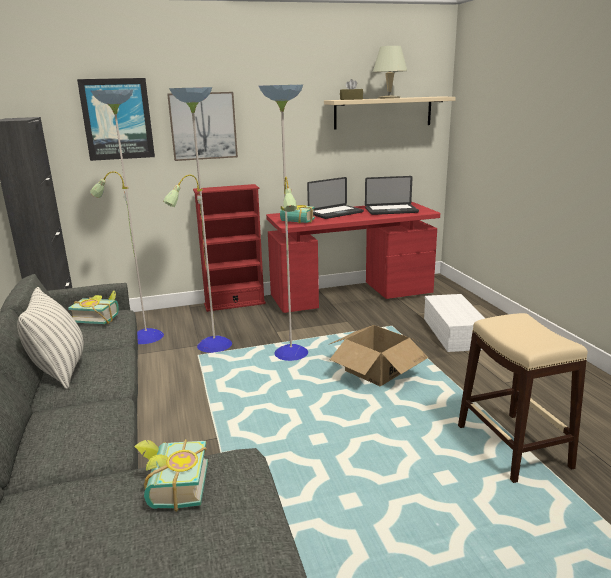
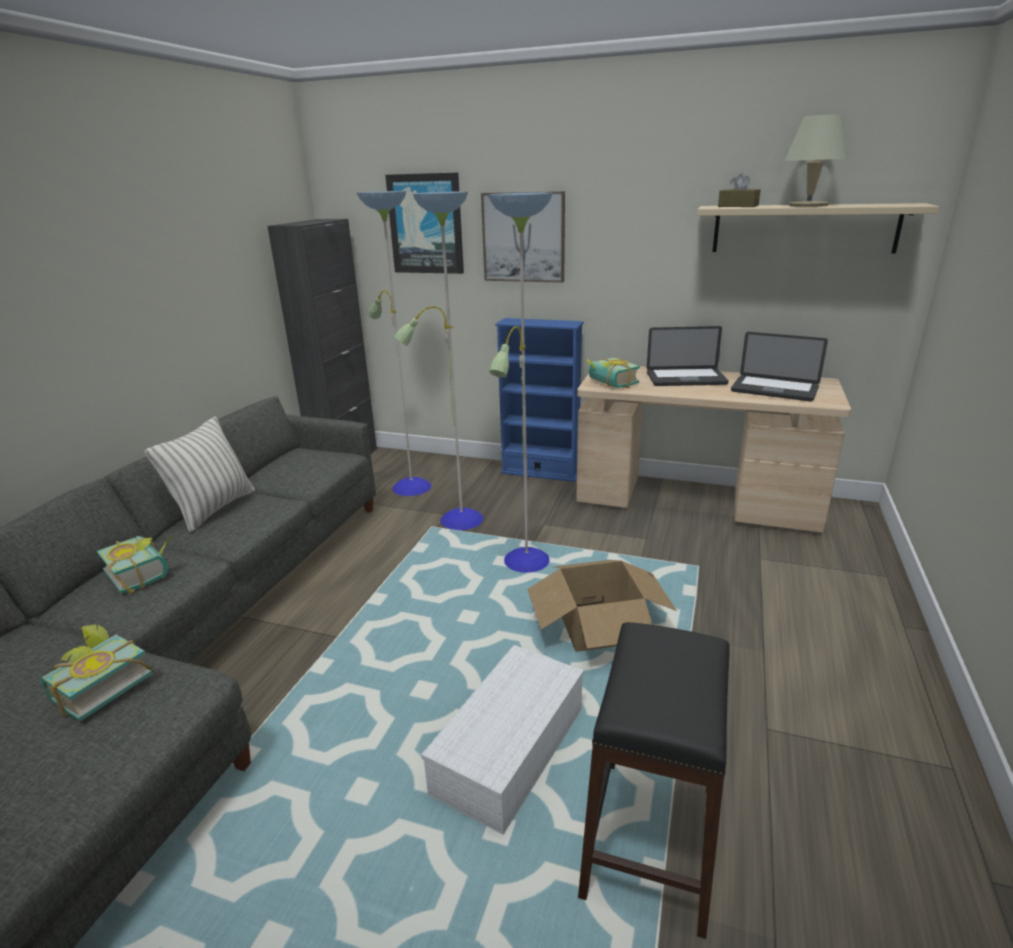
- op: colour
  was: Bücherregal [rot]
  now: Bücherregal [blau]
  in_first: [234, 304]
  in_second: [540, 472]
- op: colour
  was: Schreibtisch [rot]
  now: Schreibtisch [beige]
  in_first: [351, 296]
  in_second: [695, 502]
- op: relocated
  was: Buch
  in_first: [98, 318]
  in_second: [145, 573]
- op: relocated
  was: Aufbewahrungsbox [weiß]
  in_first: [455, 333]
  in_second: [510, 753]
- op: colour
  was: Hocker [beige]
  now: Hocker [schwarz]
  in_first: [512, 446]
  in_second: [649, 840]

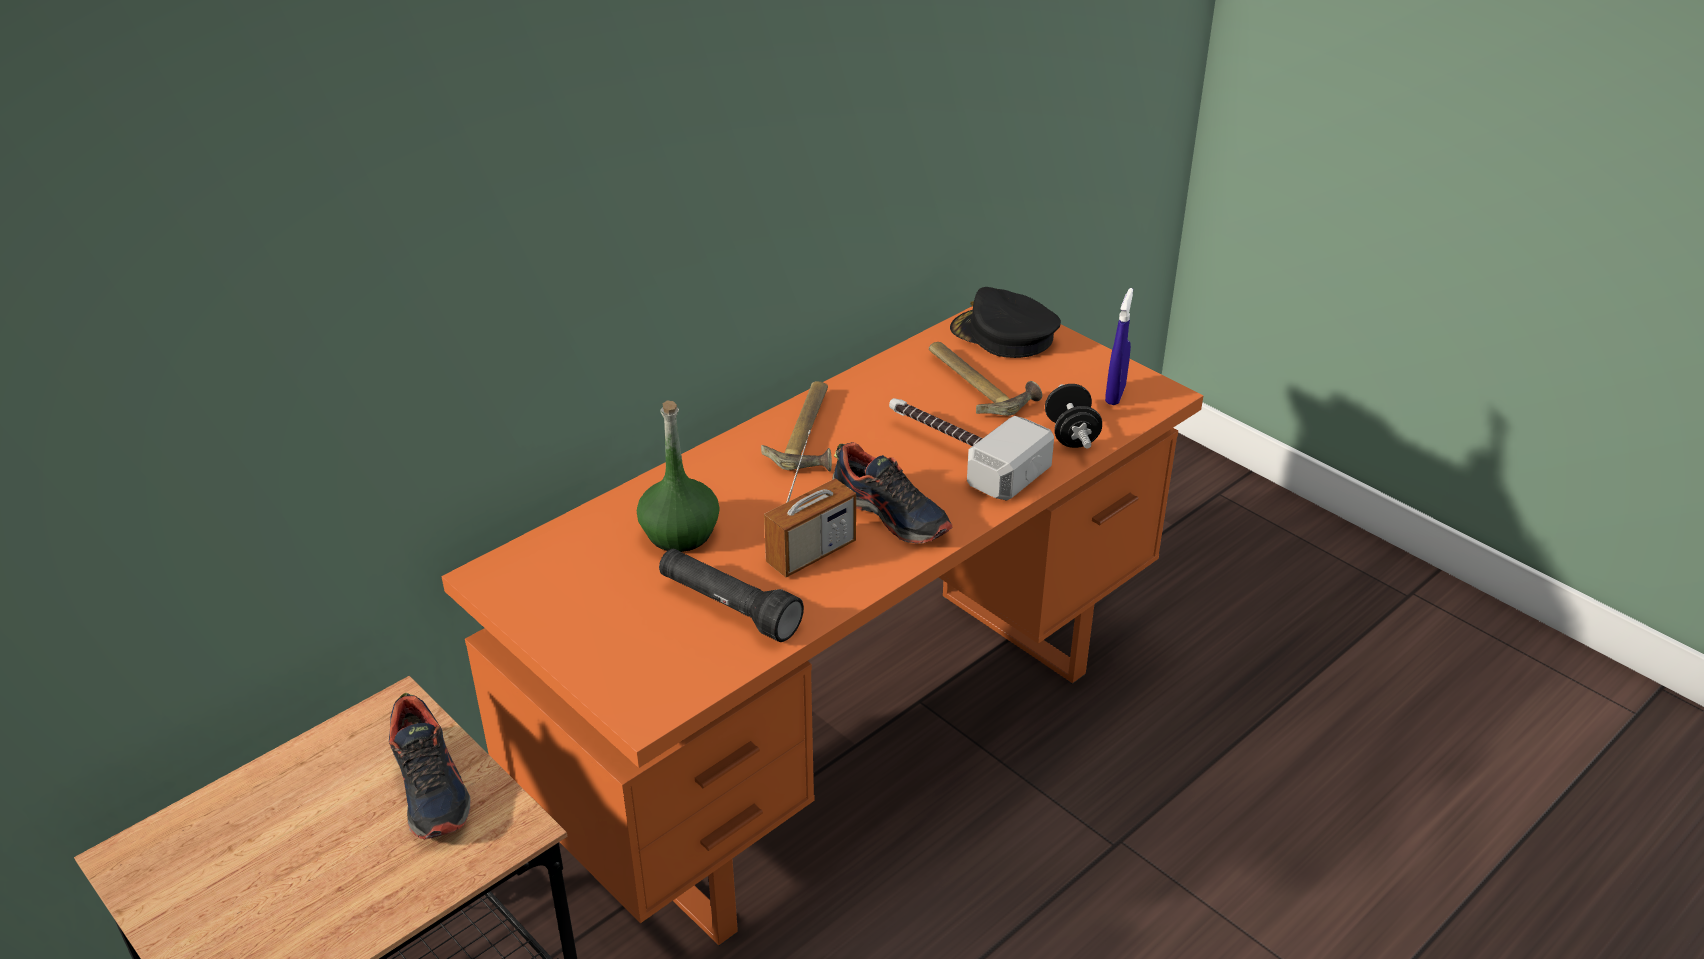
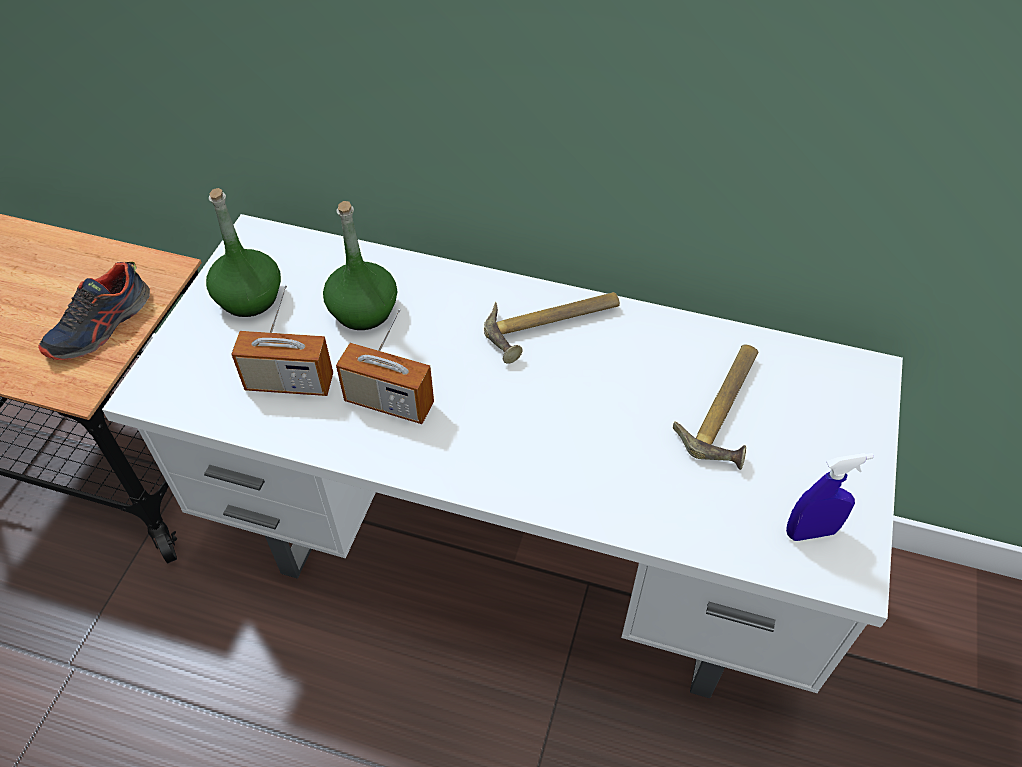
- op: missing
  was: Kappe [schwarz]
  in_first: [1003, 335]
- op: colour
  was: Schreibtisch [orange]
  now: Schreibtisch [weiß]
  in_first: [851, 742]
  in_second: [513, 557]
- op: missing
  was: Hantel [schwarz]
  in_first: [1071, 435]
- op: missing
  was: Hammer
  in_first: [960, 452]
- op: missing
  was: Schuh
  in_first: [891, 513]
- op: exchanged
  was: Taschenlampe [schwarz]
  now: Radio
  in_first: [728, 607]
  in_second: [289, 383]
- op: appeared
  now: Flasche [grün]
  in_second: [249, 298]

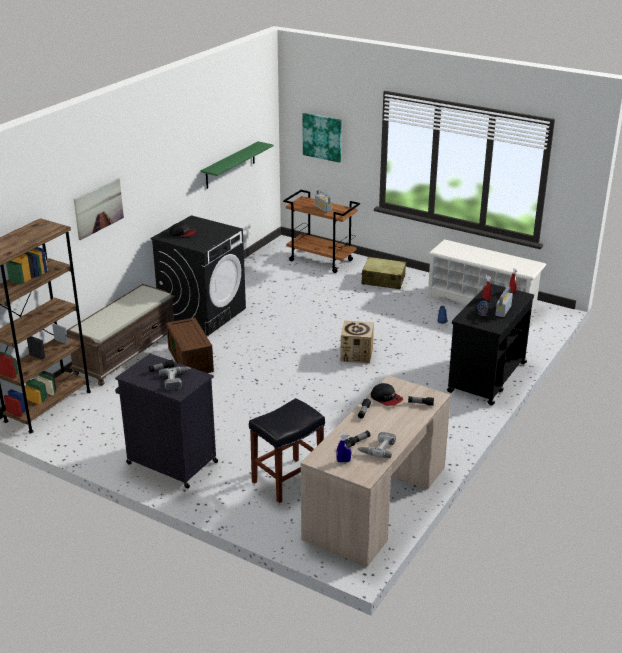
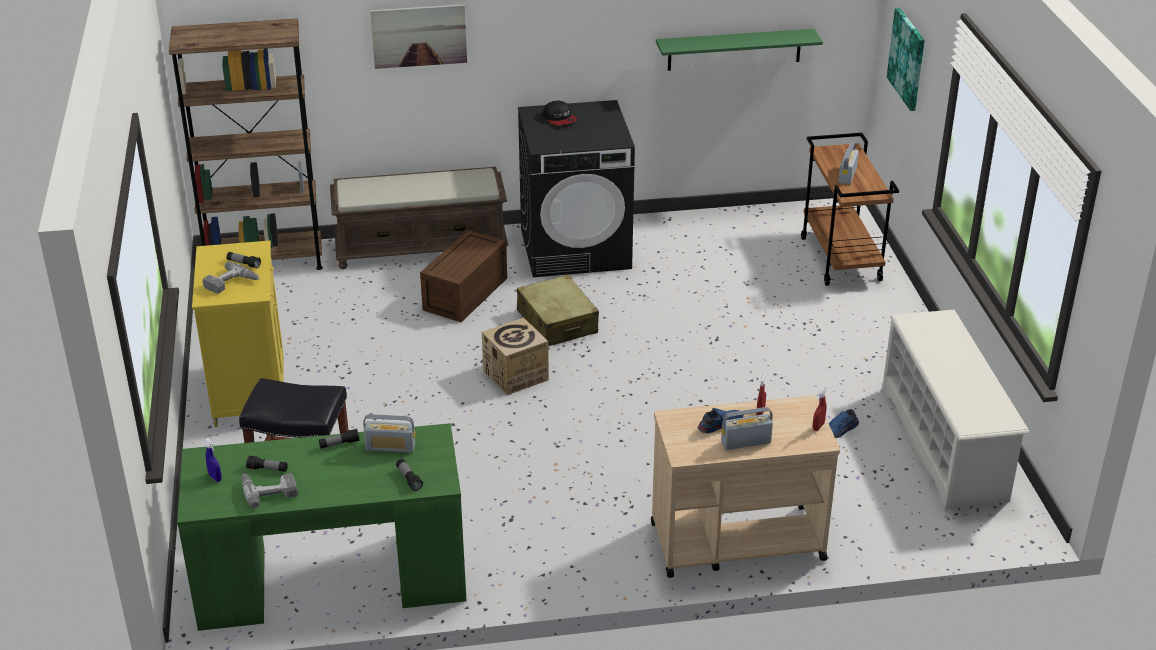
- op: relocated
  was: Koffer [beige]
  in_first: [383, 280]
  in_second: [557, 322]
- op: colour
  was: Rollwagen [schwarz]
  now: Rollwagen [beige]
  in_first: [486, 377]
  in_second: [736, 541]
- op: relocated
  was: Karton
  in_first: [356, 354]
  in_second: [515, 375]
- op: colour
  was: Schrank [schwarz]
  now: Schrank [gelb]
  in_first: [170, 462]
  in_second: [249, 390]
- op: colour
  was: Schreibtisch [beige]
  now: Schreibtisch [grün]
  in_first: [375, 502]
  in_second: [331, 577]
- op: exchanged
  was: Kappe
  now: Radio
  in_first: [386, 398]
  in_second: [390, 447]

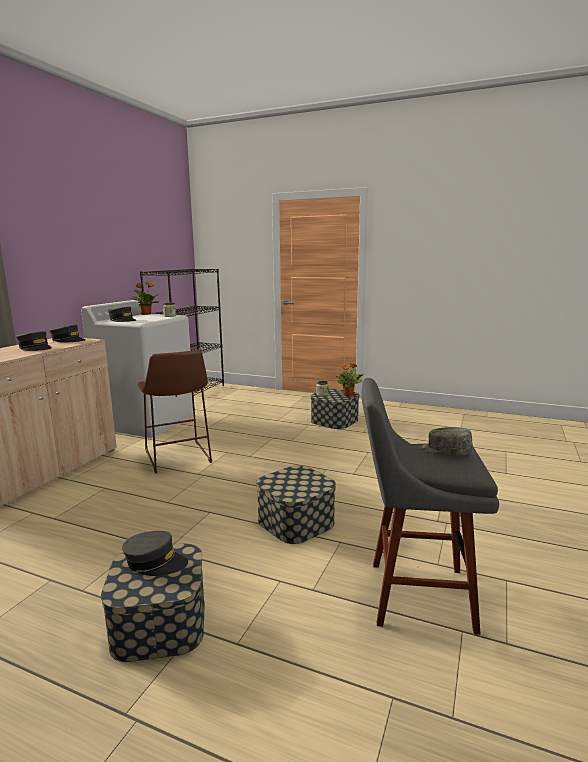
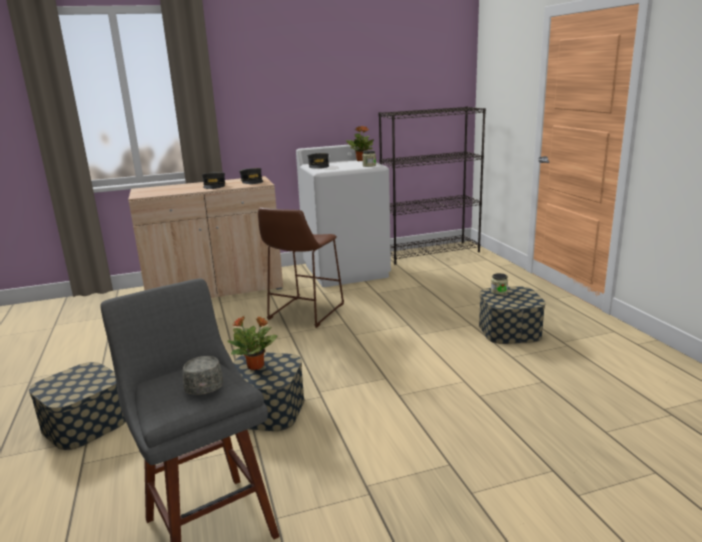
- op: relocated
  was: Topfpflanze
  in_first: [348, 394]
  in_second: [256, 366]
- op: missing
  was: Kappe [grau]
  in_first: [155, 562]

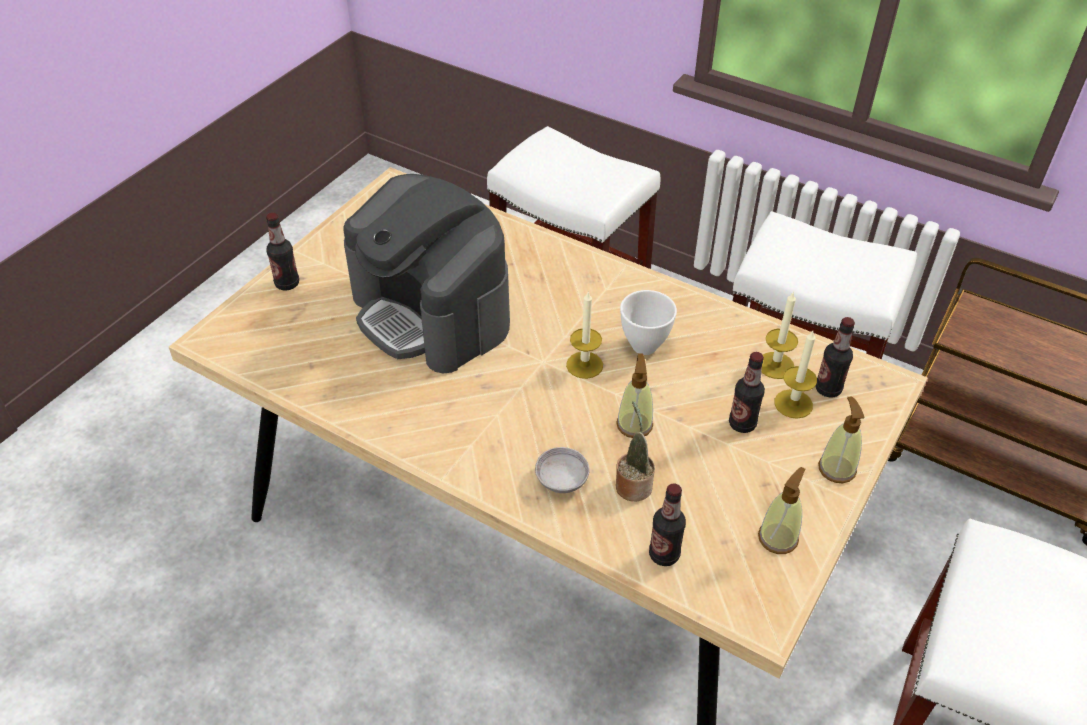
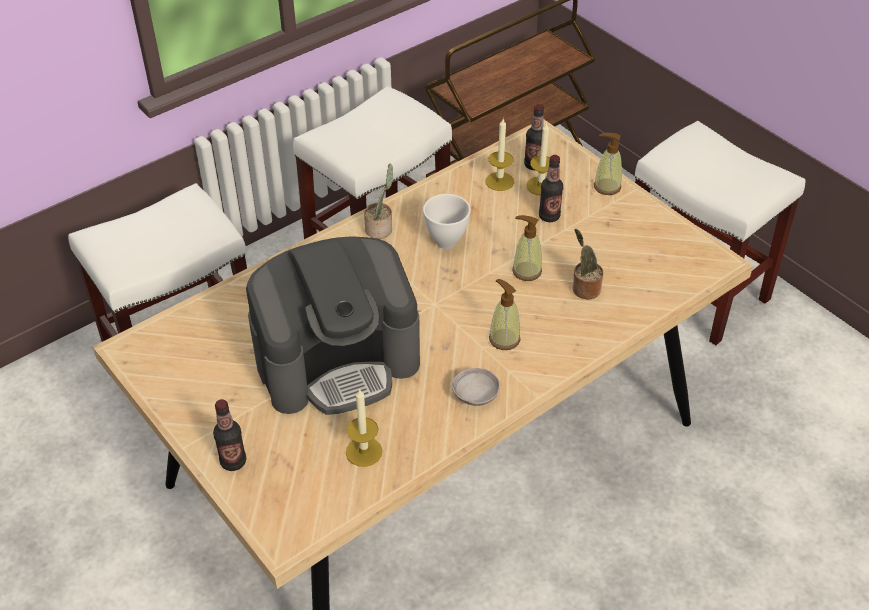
- op: relocated
  was: Kerze
  in_first: [584, 365]
  in_second: [364, 451]
- op: relocated
  was: Schüssel [grau]
  in_first: [561, 480]
  in_second: [475, 396]
- op: relocated
  was: Seifenspender
  in_first: [778, 538]
  in_second: [504, 339]
- op: missing
  was: Flasche
  in_first: [664, 555]
- op: appeared
  now: Topfpflanze
  in_second: [380, 229]

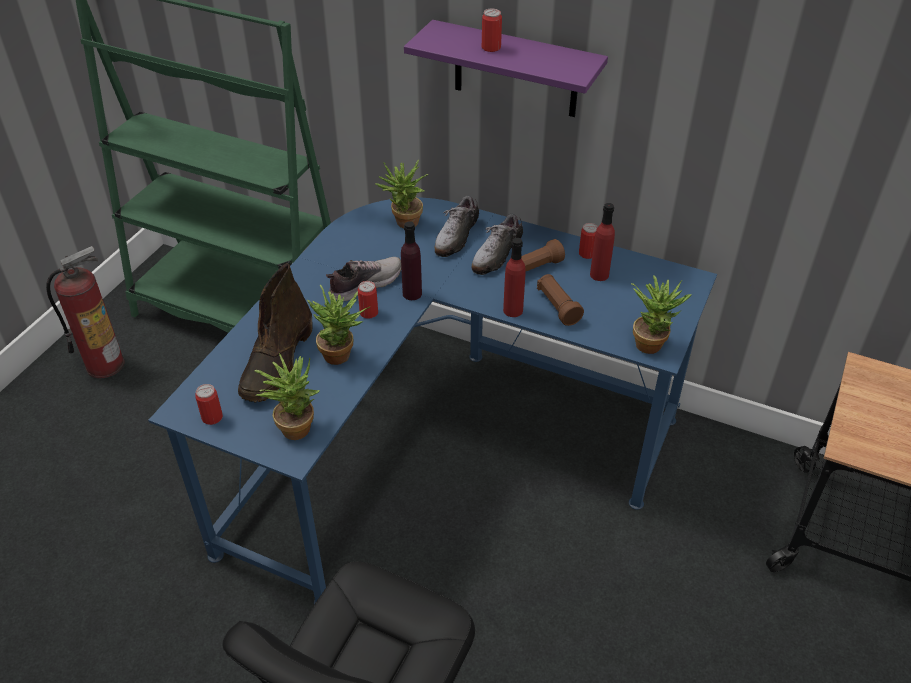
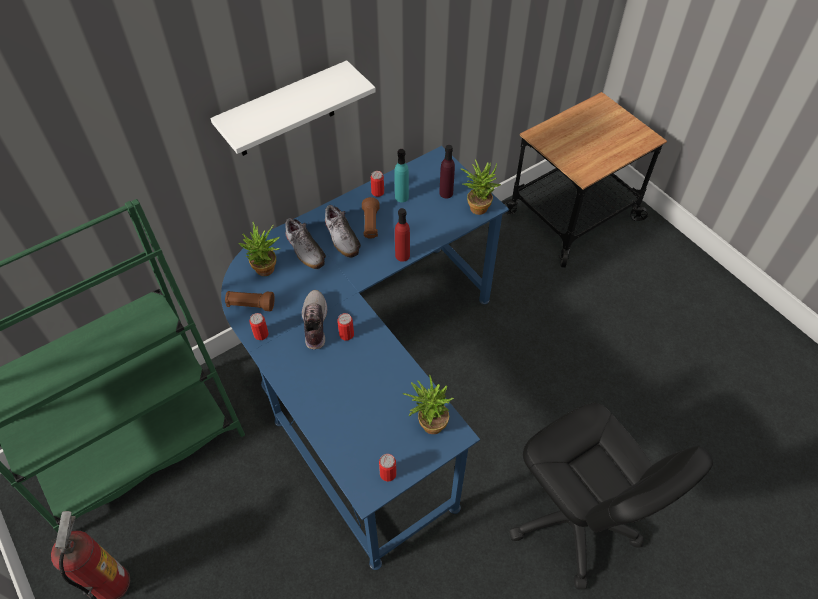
- op: relocated
  was: Dose
  in_first: [491, 47]
  in_second: [261, 334]
- op: colour
  was: Wandregal [lila]
  now: Wandregal [weiß]
  in_first: [516, 70]
  in_second: [284, 111]
- op: colour
  was: Flasche [rot]
  now: Flasche [türkis]
  in_first: [599, 274]
  in_second: [401, 197]
- op: relocated
  was: Flasche [lila]
  in_first: [412, 293]
  in_second: [446, 193]
- op: missing
  was: Stiefel [braun]
  in_first: [277, 362]
- op: relocated
  was: Taschenlampe [braun]
  in_first: [557, 307]
  in_second: [250, 305]
- op: missing
  was: Topfpflanze
  in_first: [342, 356]

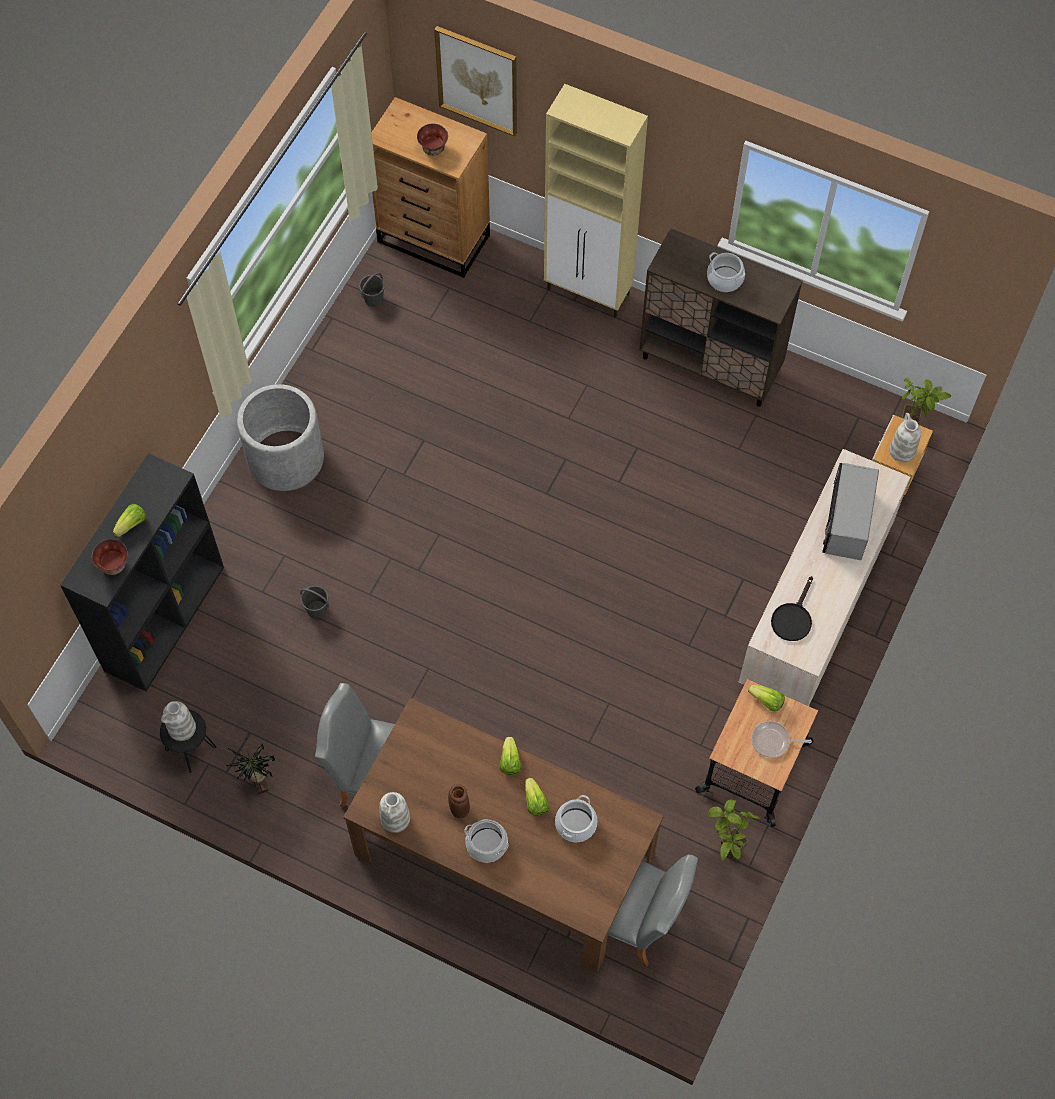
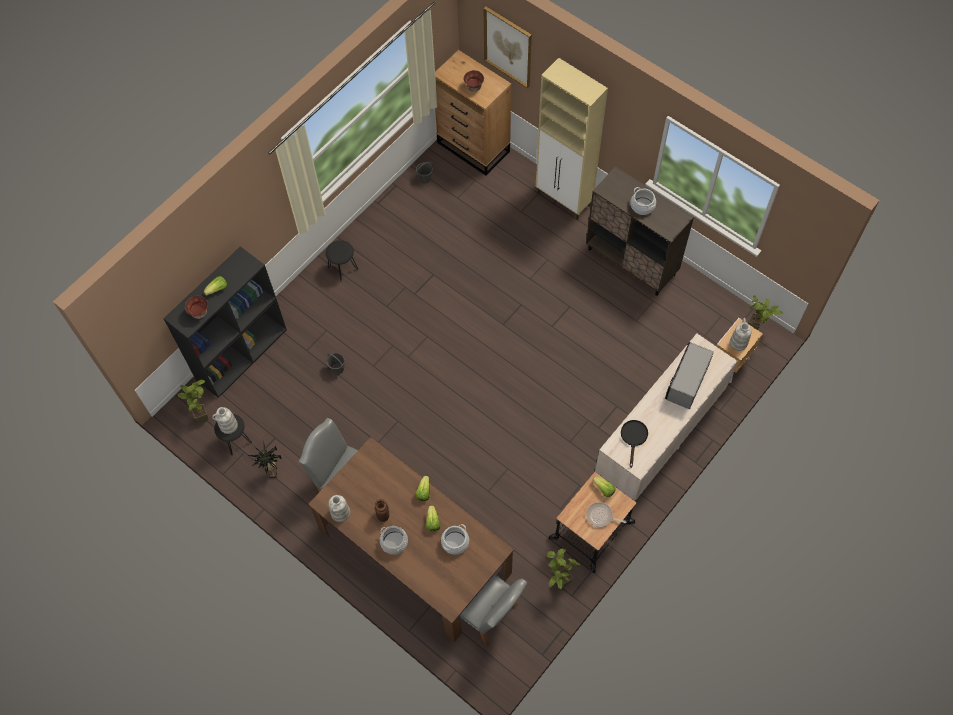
- op: exchanged
  was: Pflanzkübel [grau]
  now: Hocker [schwarz]
  in_first: [286, 458]
  in_second: [343, 269]
- op: spun
  was: Pfanne [schwarz]
  in_first: [793, 618]
  in_second: [634, 438]
  clockwise: 150
- op: appeared
  now: Topfpflanze
  in_second: [203, 414]

